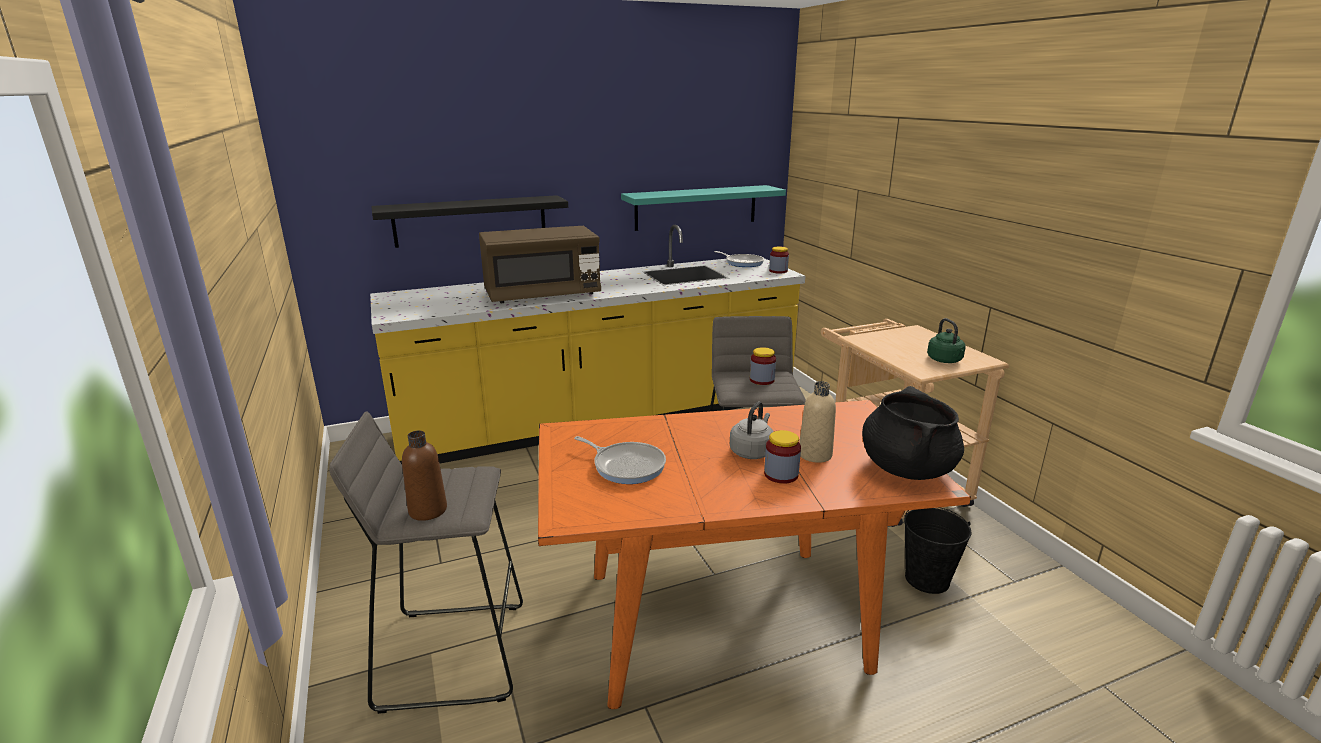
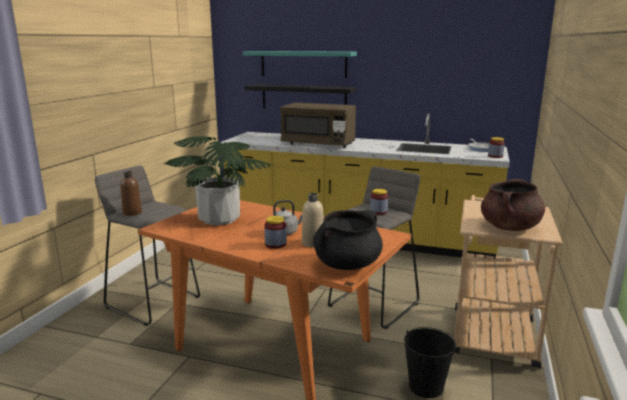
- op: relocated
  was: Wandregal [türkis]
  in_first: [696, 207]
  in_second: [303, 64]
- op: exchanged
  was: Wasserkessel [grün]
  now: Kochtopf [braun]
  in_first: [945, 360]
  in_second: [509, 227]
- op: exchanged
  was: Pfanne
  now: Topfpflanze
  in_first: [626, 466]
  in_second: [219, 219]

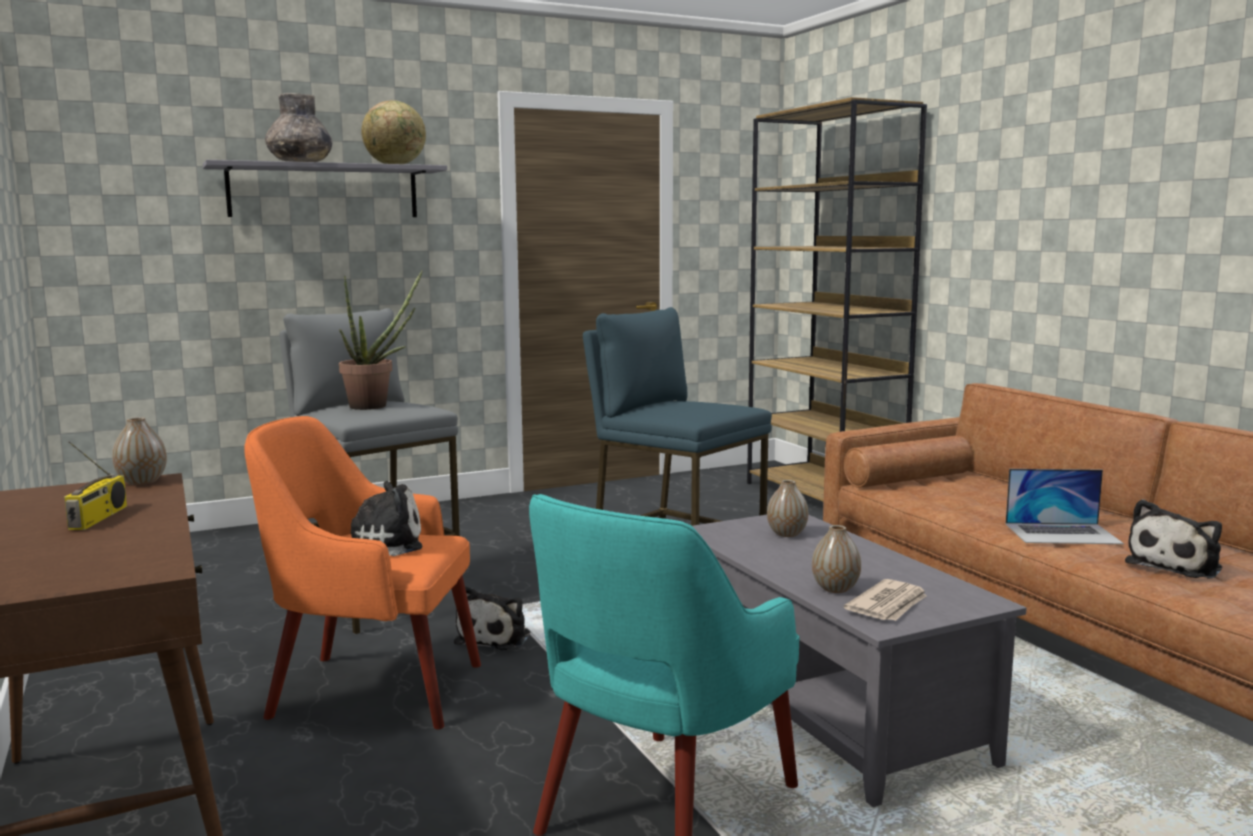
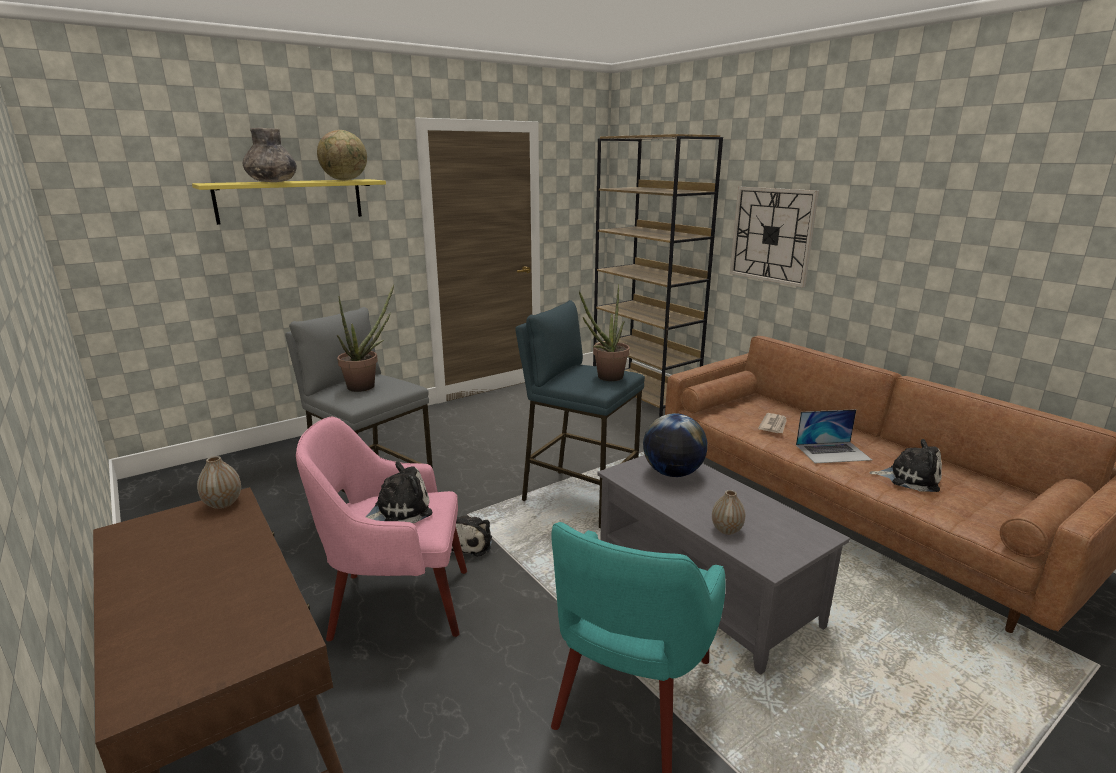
- op: colour
  was: Wandregal [grau]
  now: Wandregal [gelb]
  in_first: [324, 191]
  in_second: [290, 200]
- op: colour
  was: Sessel [orange]
  now: Sessel [rosa]
  in_first: [370, 689]
  in_second: [396, 603]
- op: missing
  was: Radio
  in_first: [99, 518]
- op: exchanged
  was: Vase
  now: Globus
  in_first: [787, 534]
  in_second: [672, 473]
- op: spun
  was: Plüschtier
  in_first: [1176, 565]
  in_second: [909, 478]
  clockwise: -105
- op: relocated
  was: Zeitung
  in_first: [889, 605]
  in_second: [773, 425]
- op: appeared
  now: Wanduhr
  in_second: [772, 235]
- op: appeared
  now: Topfpflanze
  in_second: [606, 378]

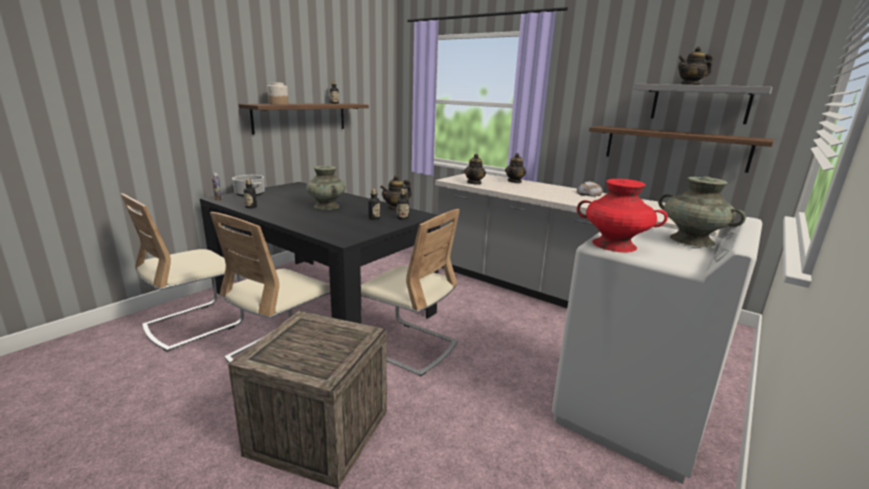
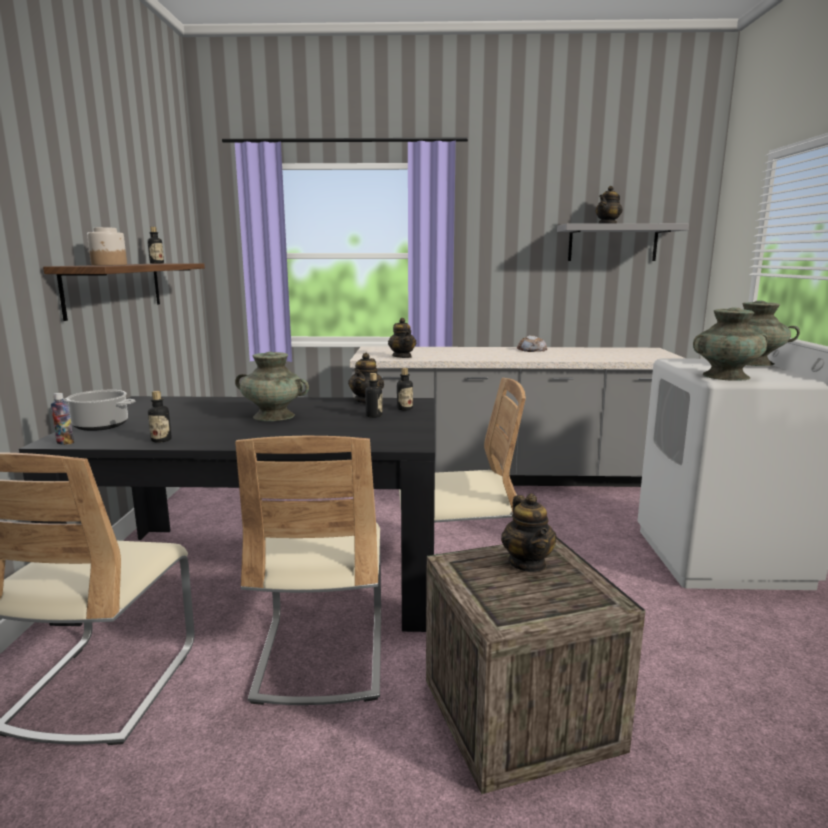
- op: missing
  was: Wandregal
  in_first: [674, 147]
- op: relocated
  was: Teekanne
  in_first: [514, 181]
  in_second: [527, 563]
- op: colour
  was: Vase [rot]
  now: Vase [türkis]
  in_first: [614, 245]
  in_second: [726, 376]

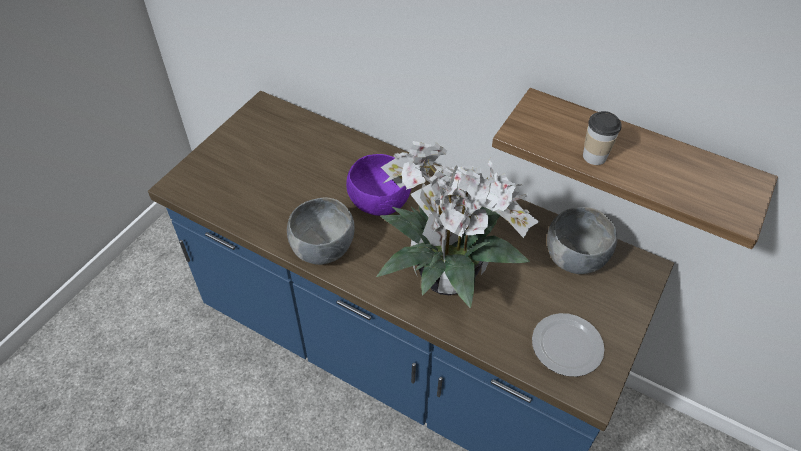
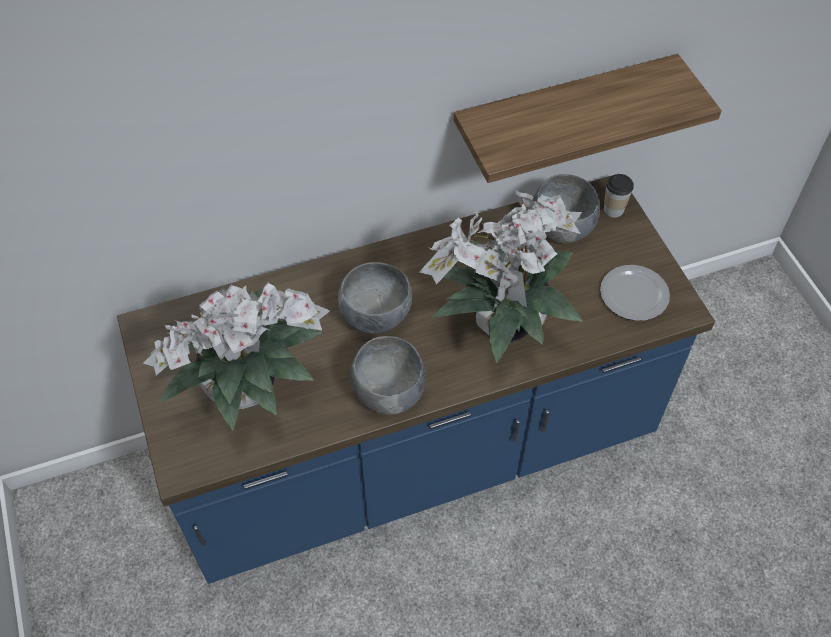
- op: relocated
  was: Tasse
  in_first: [594, 156]
  in_second: [613, 210]
- op: colour
  was: Schüssel [lila]
  now: Schüssel [grau]
  in_first: [379, 203]
  in_second: [375, 316]
- op: appeared
  now: Topfpflanze
  in_second: [252, 392]

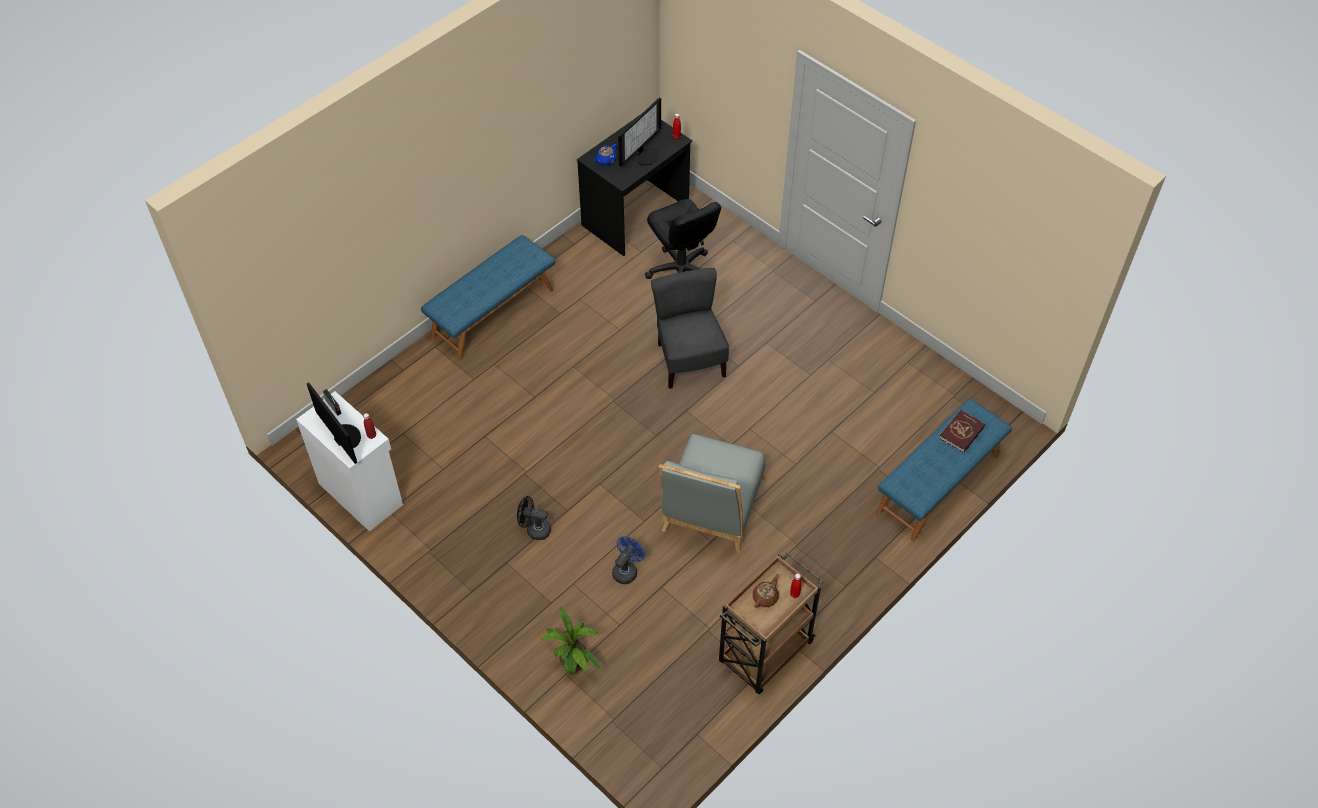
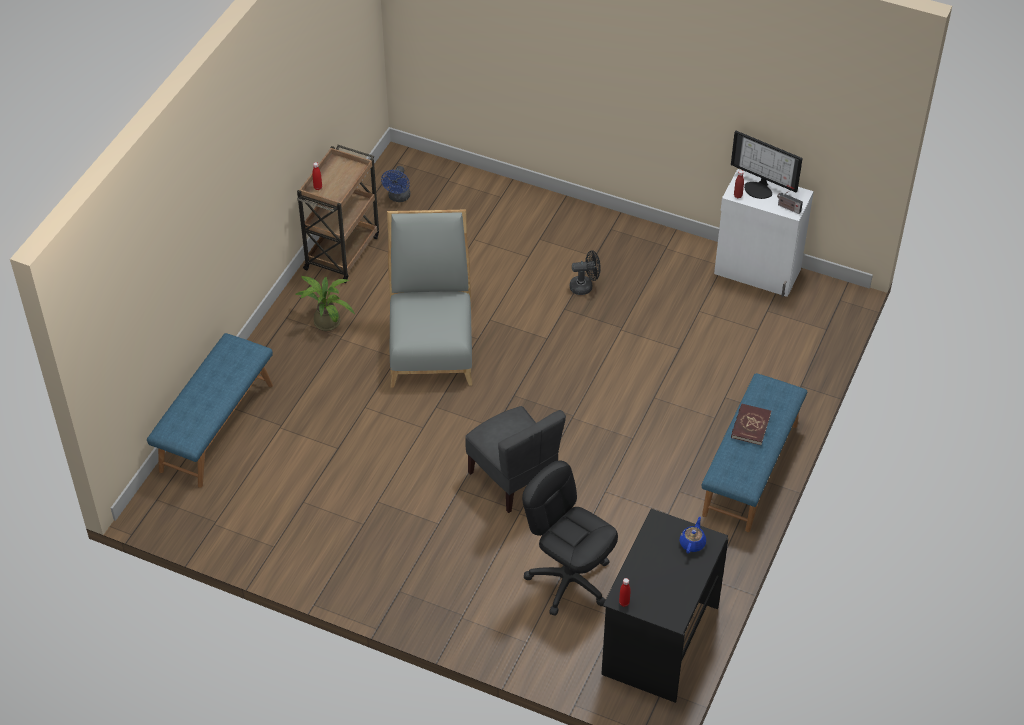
- op: missing
  was: Monitor
  in_first: [646, 155]
- op: relocated
  was: Buch [rot]
  in_first: [961, 432]
  in_second: [750, 426]
- op: relocated
  was: Ventilator [blau]
  in_first: [627, 570]
  in_second: [398, 198]
- op: missing
  was: Teekanne [braun]
  in_first: [765, 597]
- op: relocated
  was: Topfpflanze
  in_first: [574, 662]
  in_second: [325, 320]

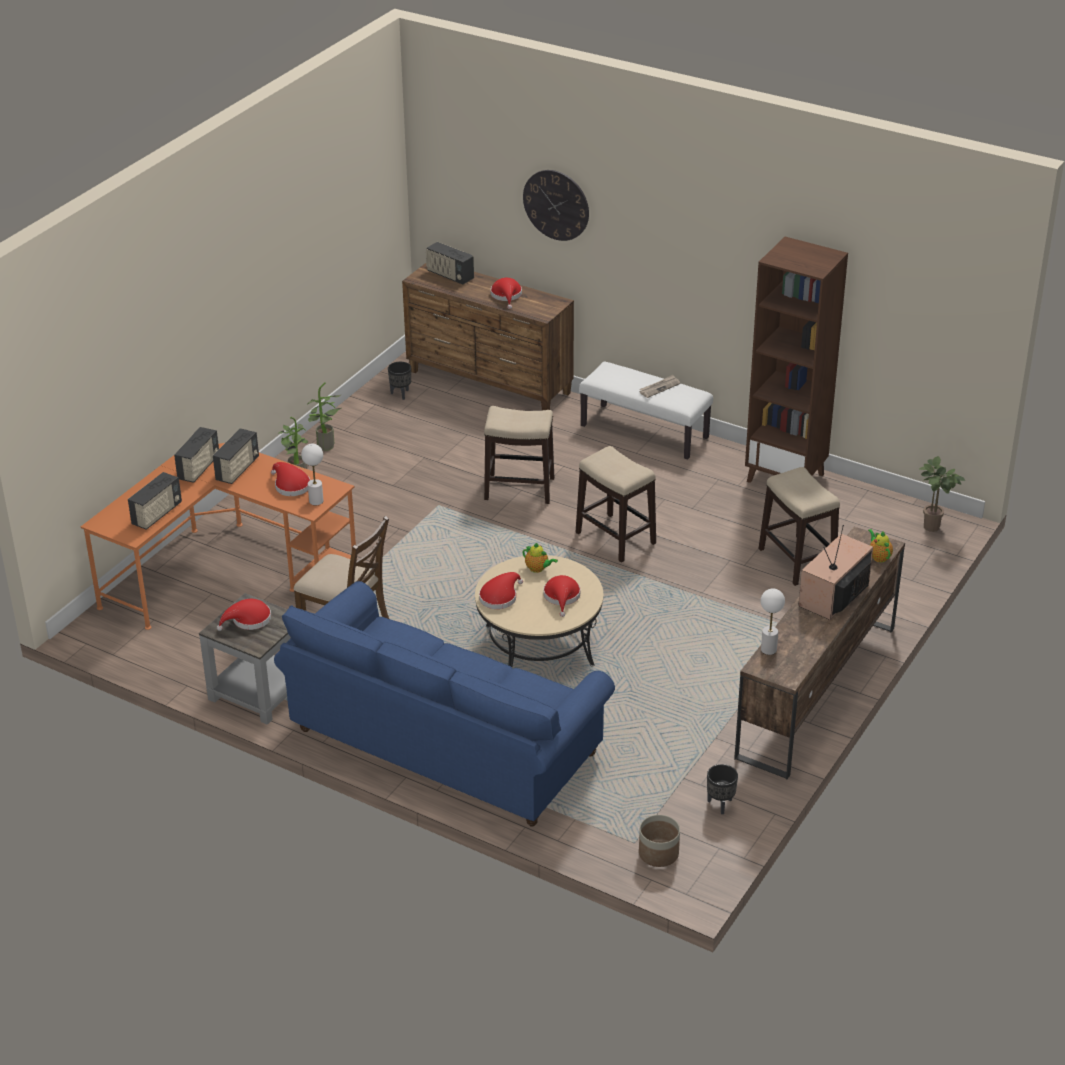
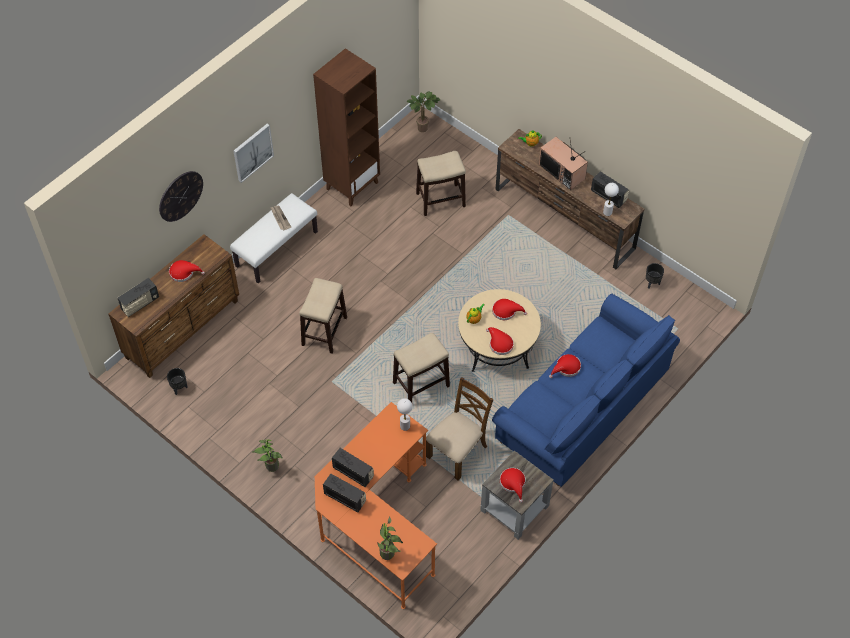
- op: relocated
  was: Topfpflanze
  in_first: [325, 448]
  in_second: [389, 554]
- op: relocated
  was: Hocker
  in_first: [615, 537]
  in_second: [420, 384]
- op: relocated
  was: Hut [rot]
  in_first: [290, 486]
  in_second: [566, 368]
- op: relocated
  was: Radio
  in_first: [157, 514]
  in_second: [608, 196]
- op: missing
  was: Pflanzkübel
  in_first: [658, 854]
- op: appeared
  now: Bild
  in_second: [252, 152]

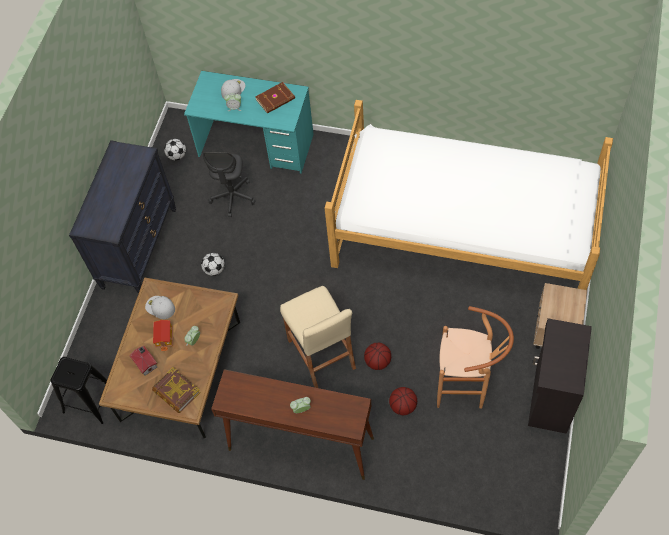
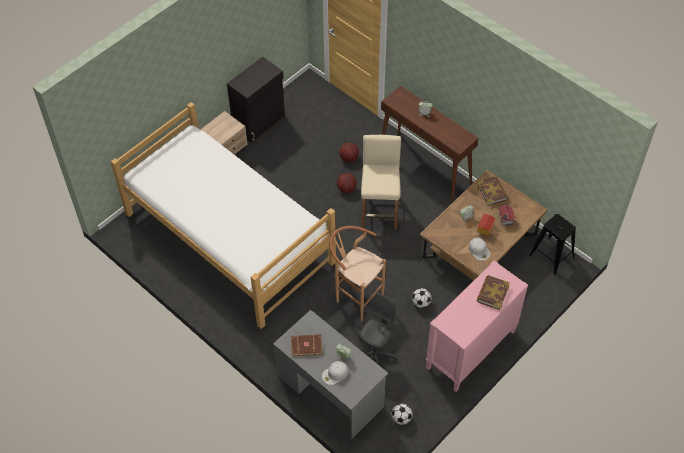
- op: colour
  was: Schreibtisch [türkis]
  now: Schreibtisch [grau]
  in_first: [256, 146]
  in_second: [330, 391]
- op: colour
  was: Kommode [schwarz]
  now: Kommode [rosa]
  in_first: [139, 247]
  in_second: [470, 350]
- op: relocated
  was: Hocker [braun]
  in_first: [466, 388]
  in_second: [355, 298]
- op: appeared
  now: Buch
  in_second: [492, 294]

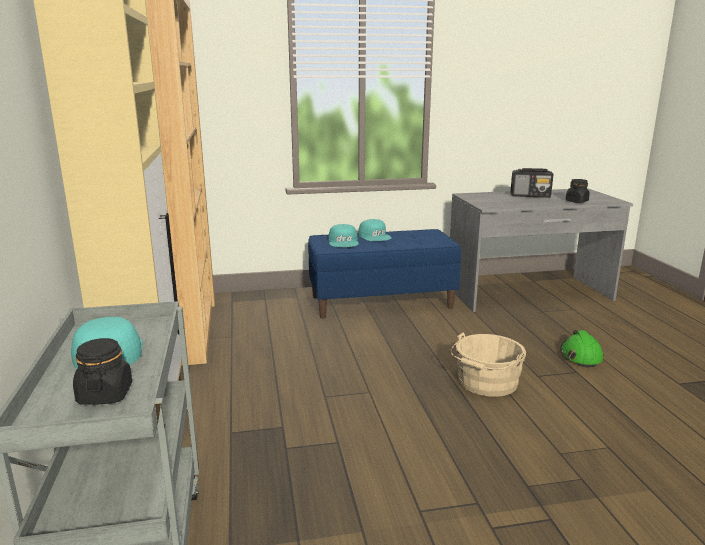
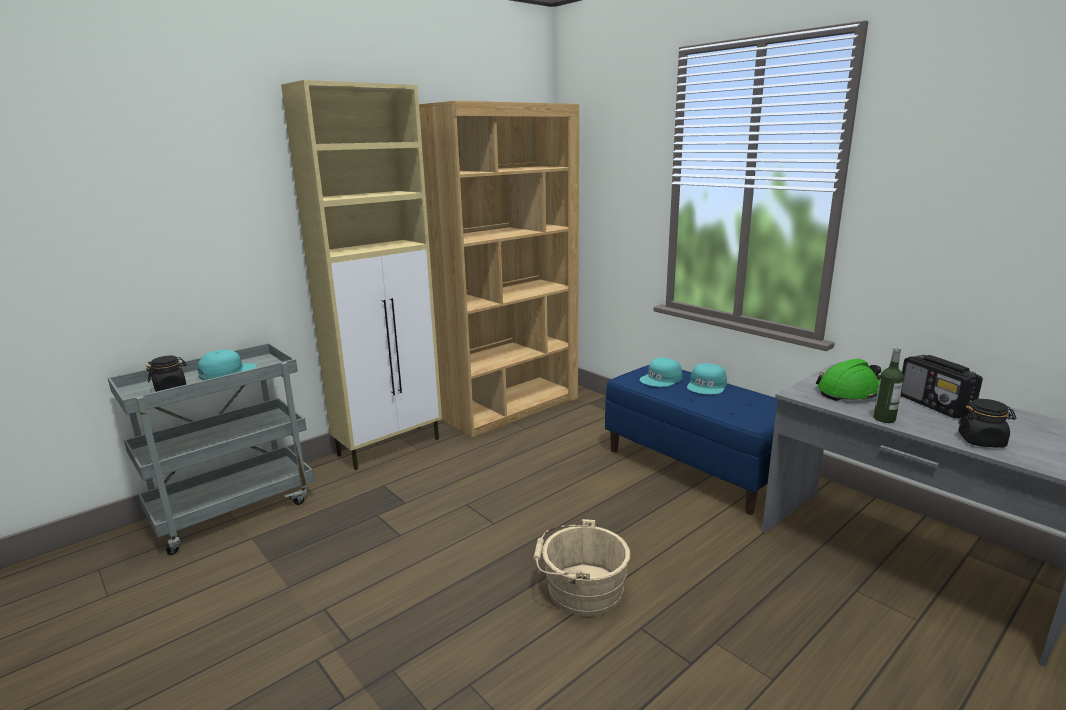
- op: relocated
  was: Schutzhelm [grün]
  in_first: [580, 356]
  in_second: [850, 392]
- op: appeared
  now: Flasche
  in_second: [884, 419]

